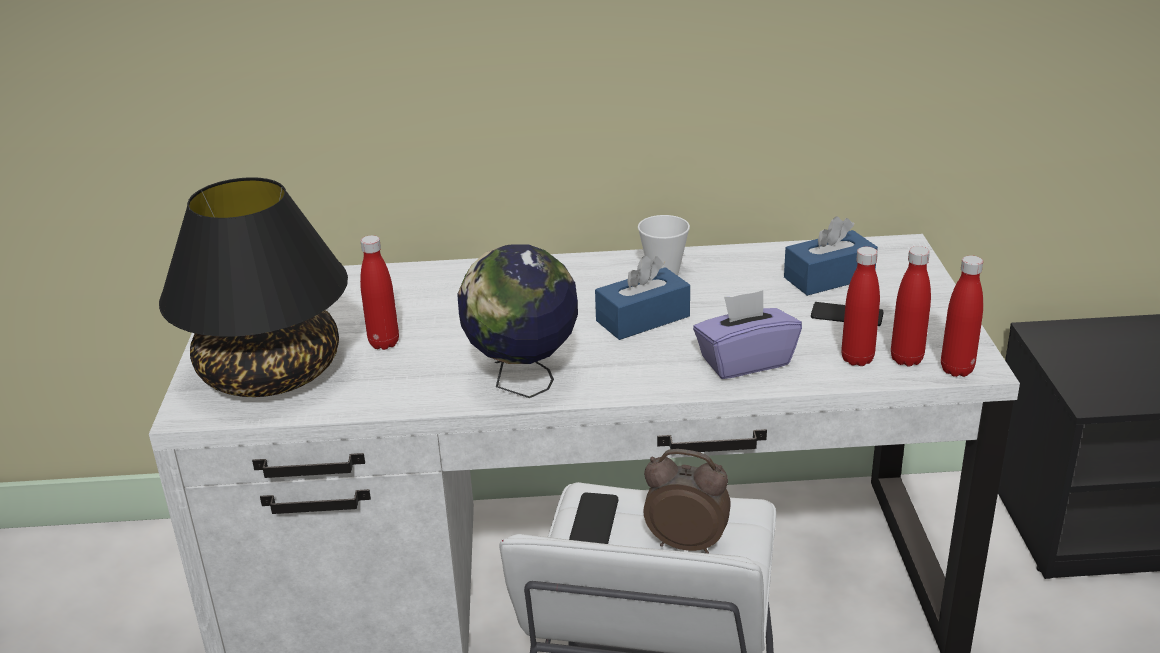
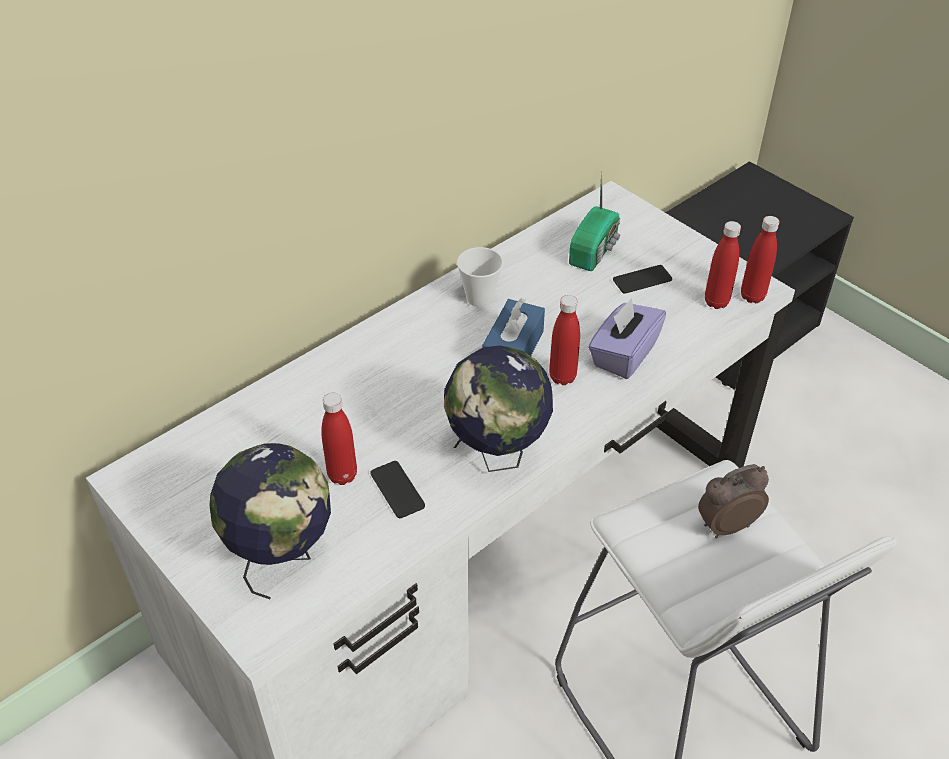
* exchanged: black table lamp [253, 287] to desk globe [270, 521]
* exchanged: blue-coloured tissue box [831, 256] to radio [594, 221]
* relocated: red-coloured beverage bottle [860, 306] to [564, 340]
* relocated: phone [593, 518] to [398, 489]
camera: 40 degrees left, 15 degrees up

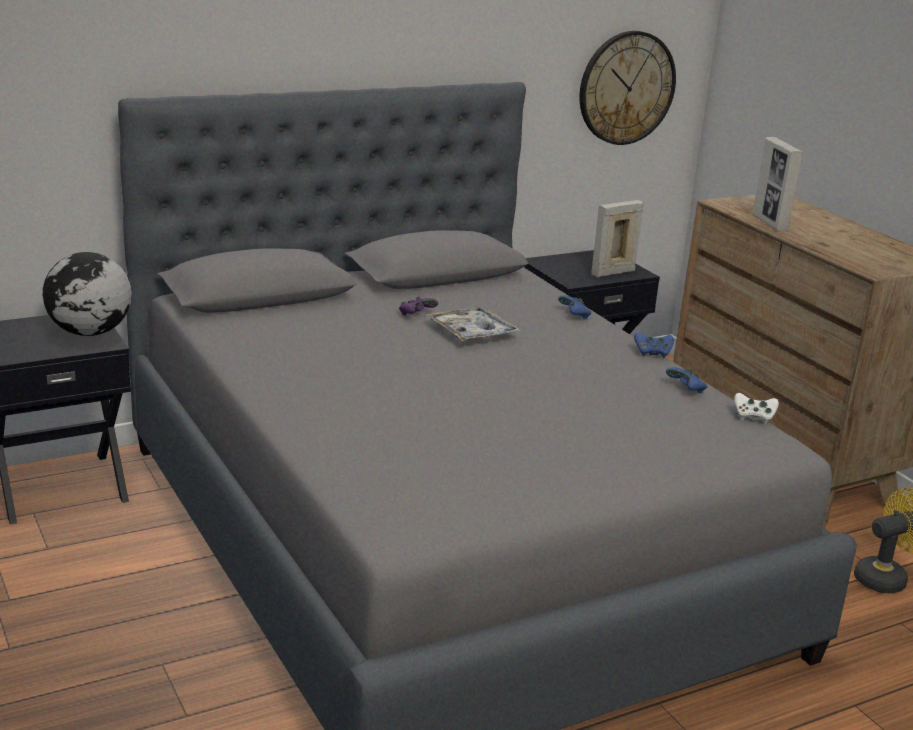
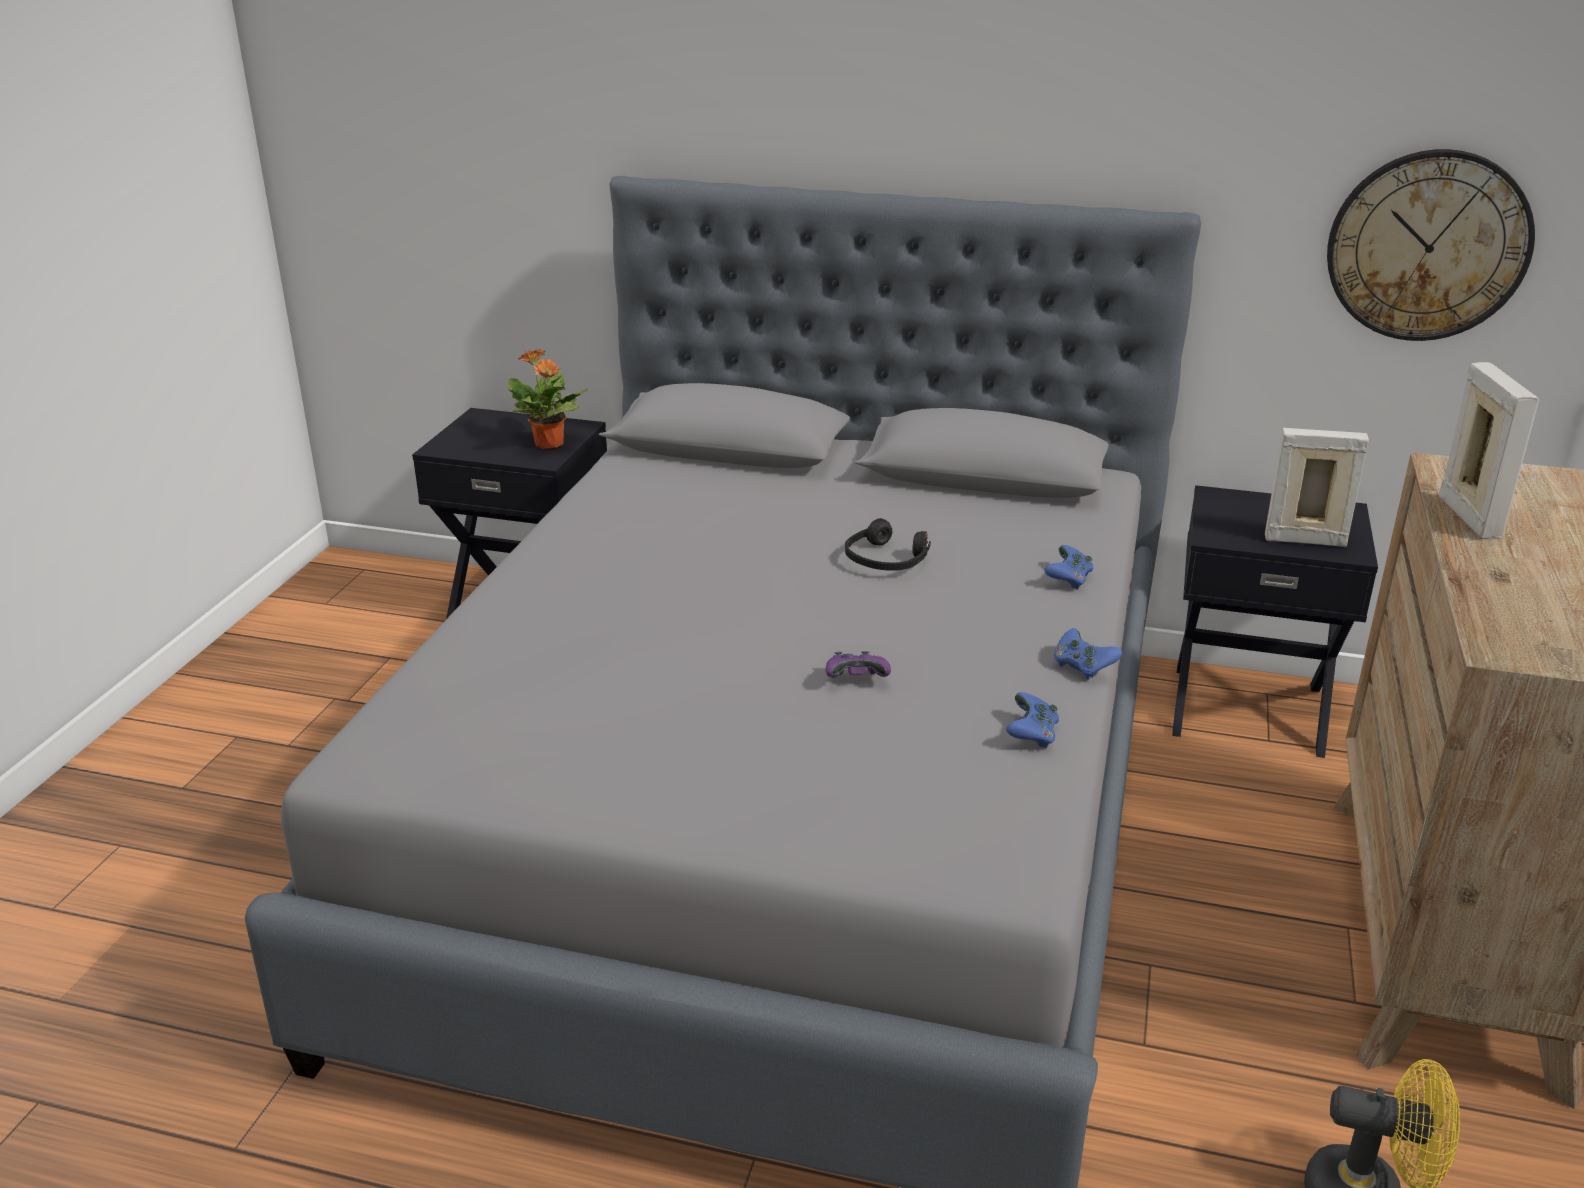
* spun: photo frame [778, 184] = [1489, 450] 150 degrees clockwise
* exchanged: desk globe [87, 294] to houseplant [548, 399]
* relocated: purple joypad [418, 306] to [858, 664]
* exchanged: tray [473, 324] to black headphones [888, 544]
* missing: white-coloured joypad [756, 408]
camera: 45 degrees right, 5 degrees up

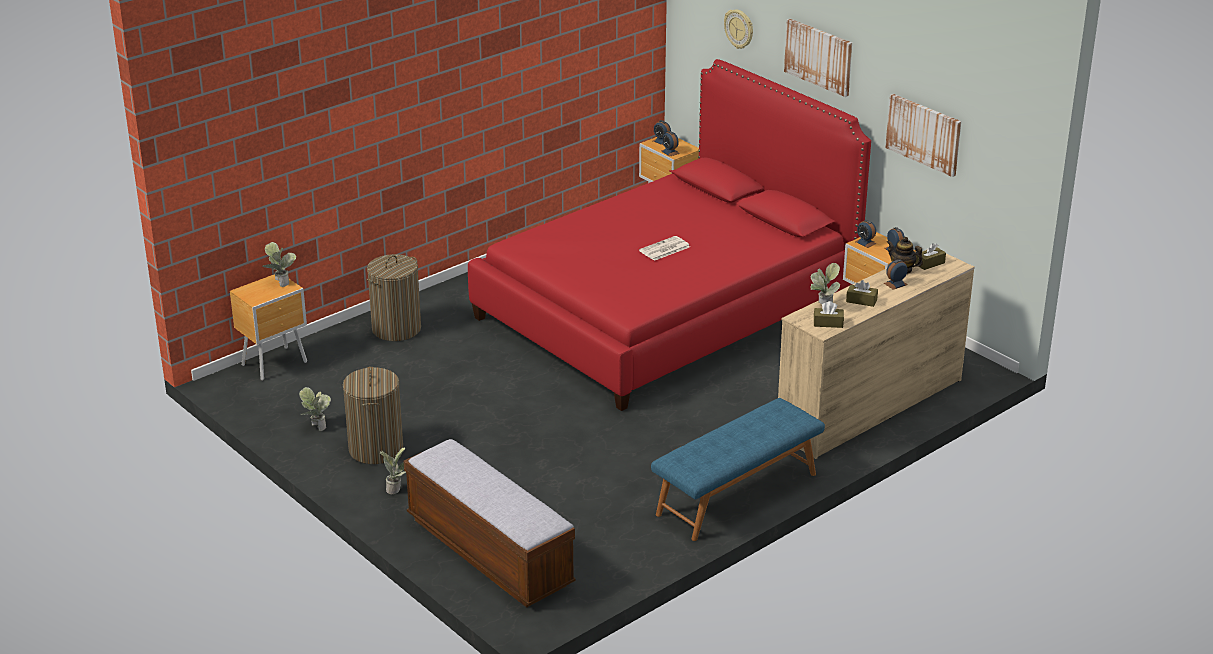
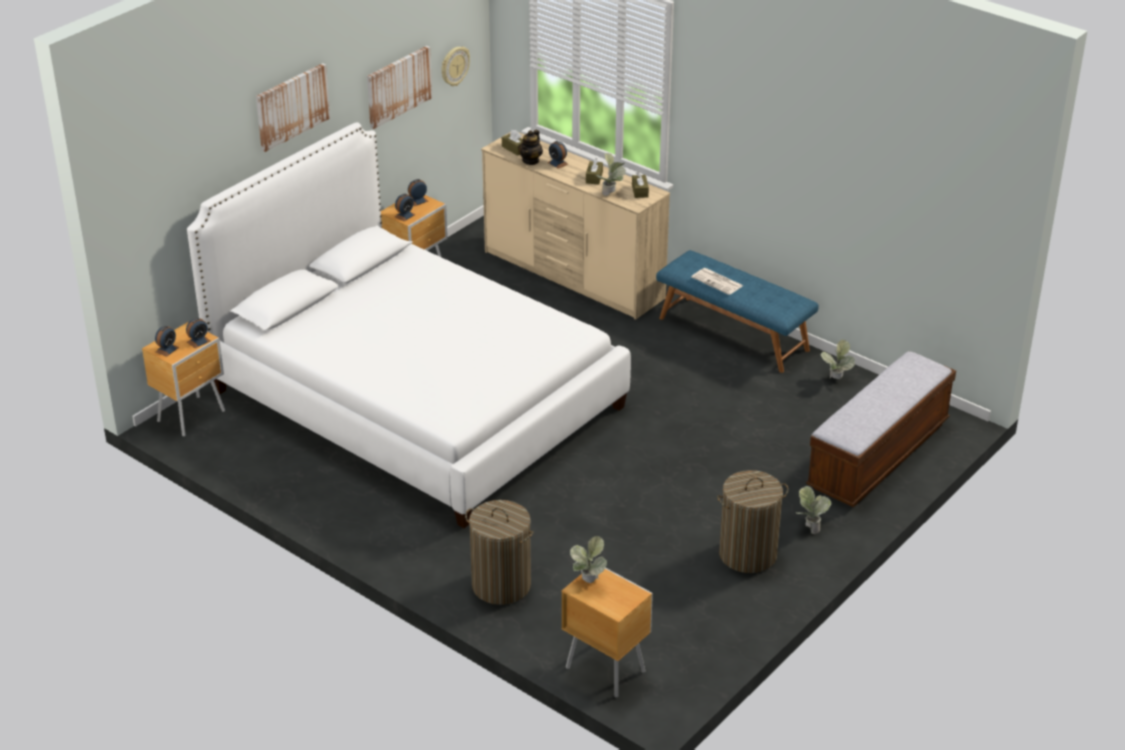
* relocated: hanging clock [738, 29] to [455, 66]
* colour: red-coloured bed [669, 235] to white-coloured bed [409, 325]
* relocated: printed paper [664, 248] to [717, 281]
* relocated: houseplant [315, 409] to [837, 359]
camera: 100 degrees left, 5 degrees up

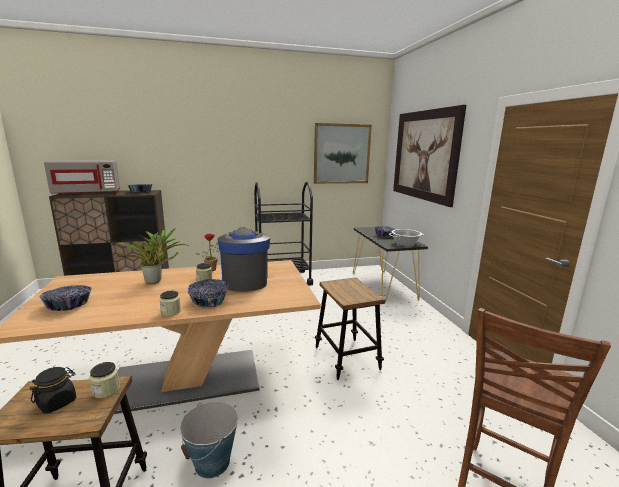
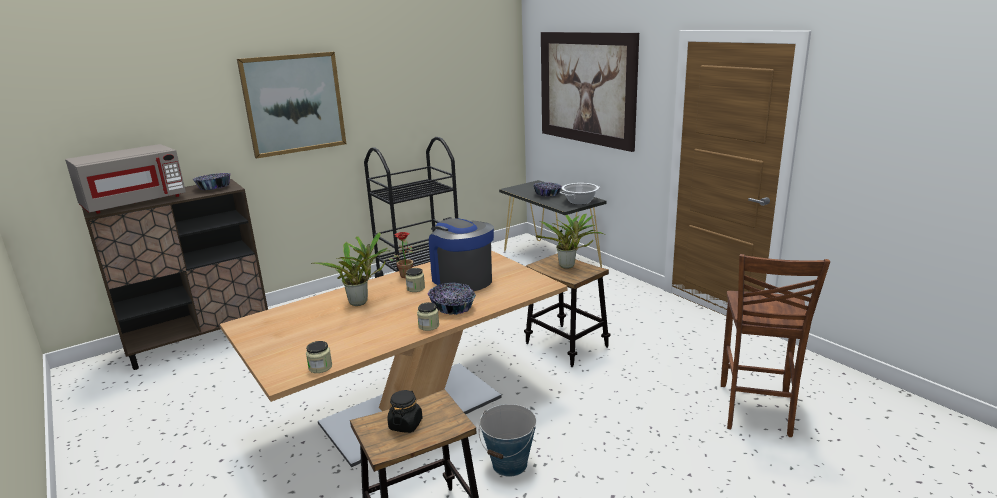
* relocated: wall picture [343, 153] to [291, 105]
* missing: serving bowl [65, 298]
* relocated: jar [104, 380] to [319, 357]
* appeared: houseplant [570, 241]
camera: 20 degrees left, 5 degrees up

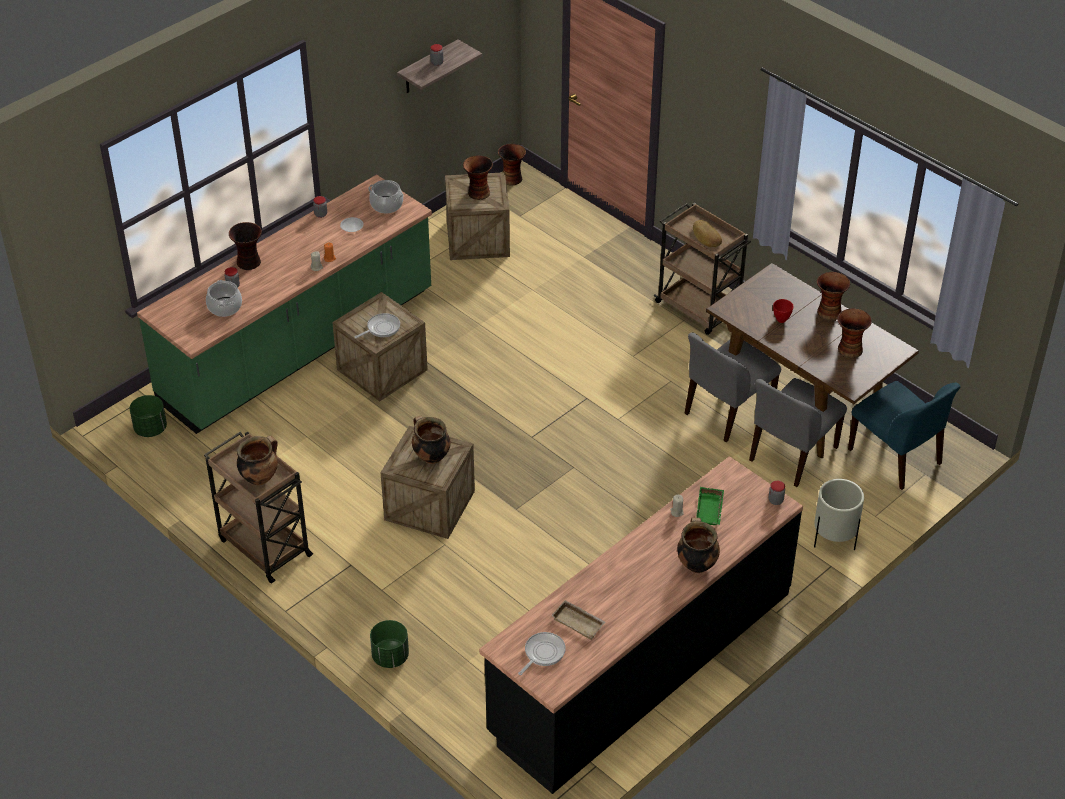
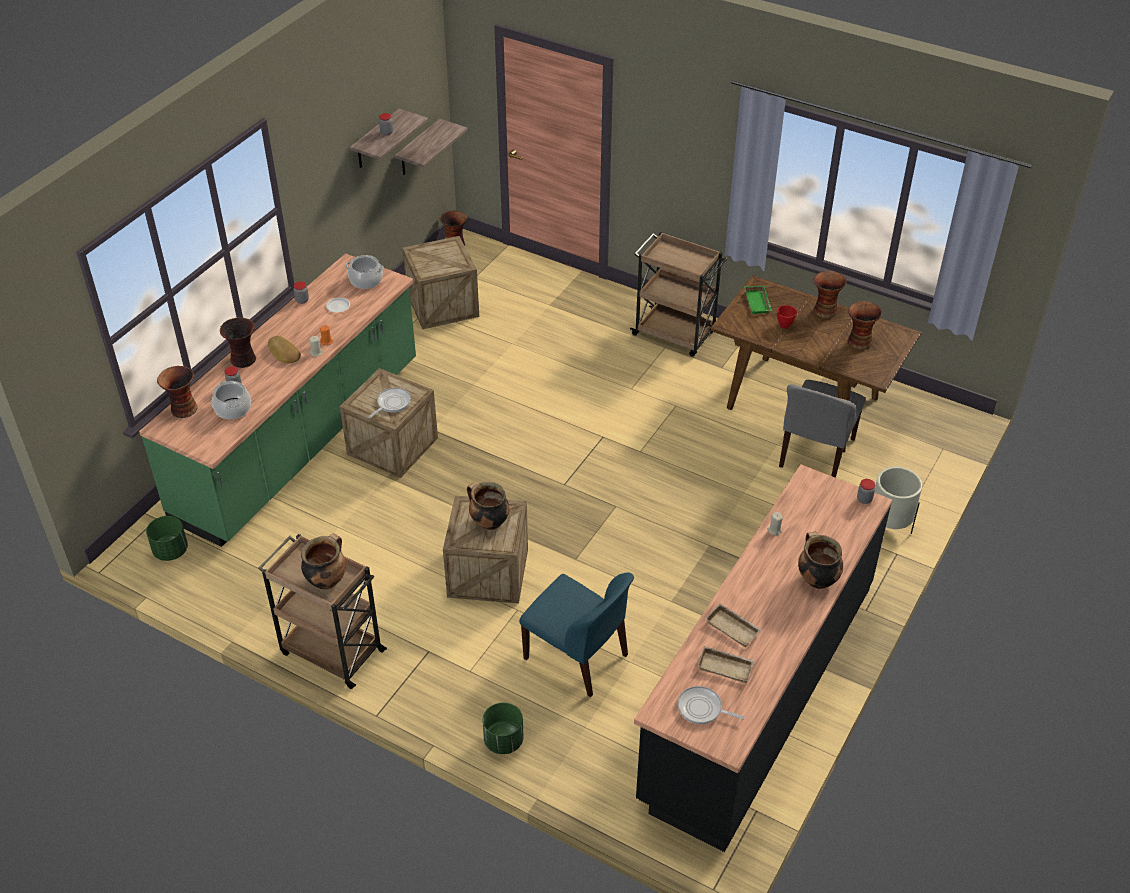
* relocated: vase [478, 177] to [177, 392]
* relocated: bread [707, 233] to [284, 350]
* missing: greyish plain chair [733, 387]
* relocated: blue-coloured plain chair [904, 435] to [576, 635]
* relocated: green tray [710, 506] to [758, 300]
* spun: pan [542, 653] = [711, 705] 90 degrees counterclockwise
* appeared: shelf [431, 147]
* appeared: beige-coloured tray [733, 625]
camera: 15 degrees left, 0 degrees up

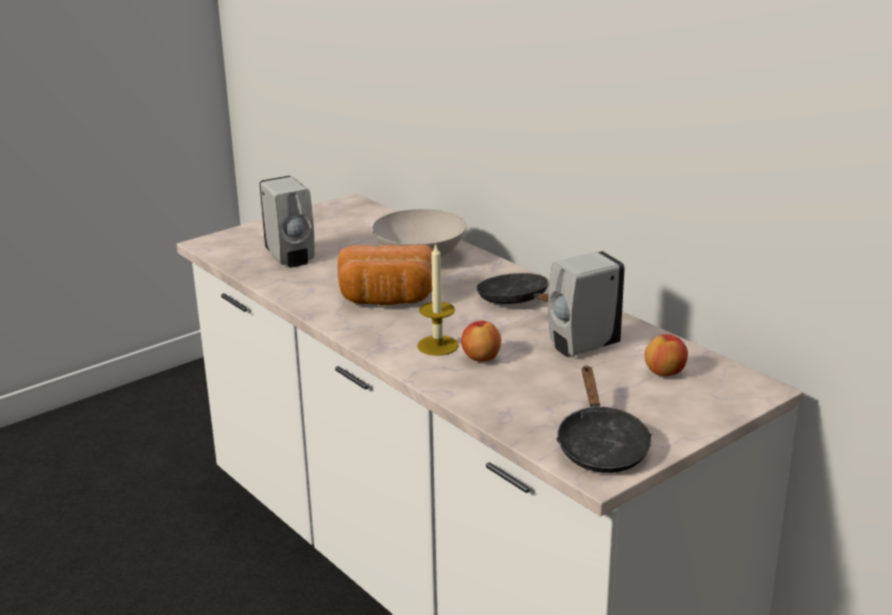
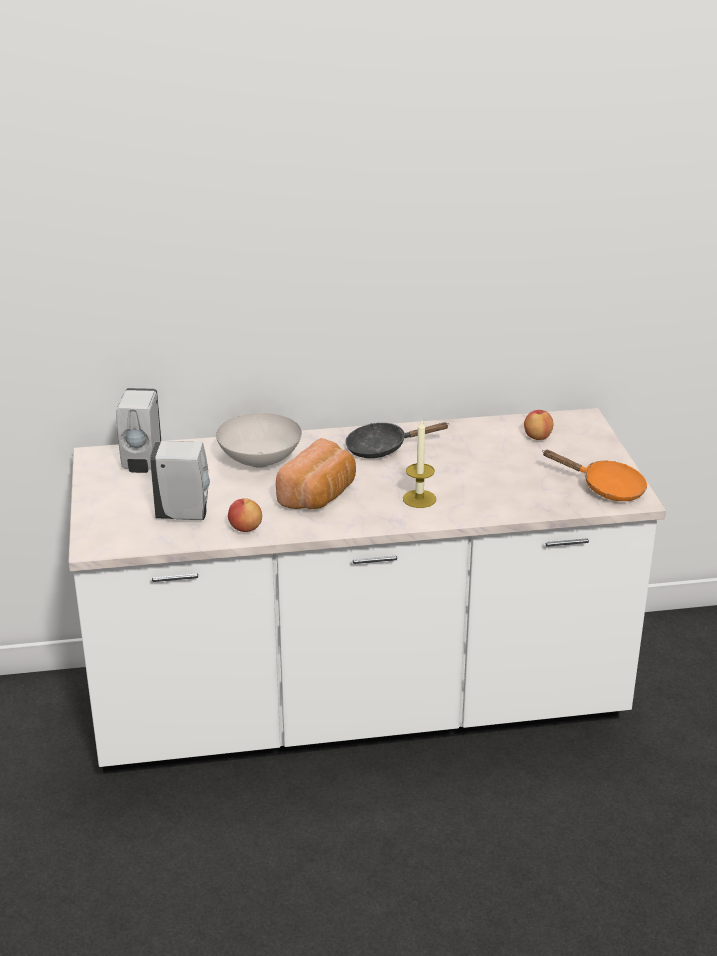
* relocated: white-coloured liquid soap bottle [586, 304] to [138, 430]
* relocated: whole apple [481, 340] to [245, 515]
* colour: black pan [604, 419] to orangey pan [594, 475]
camera: 60 degrees left, 5 degrees up

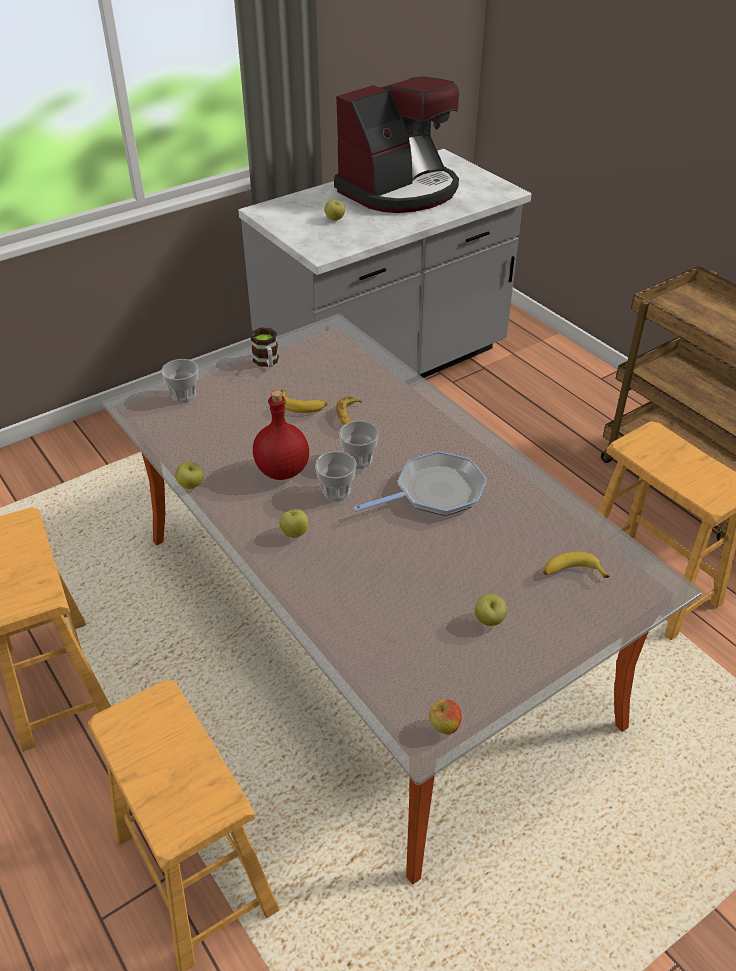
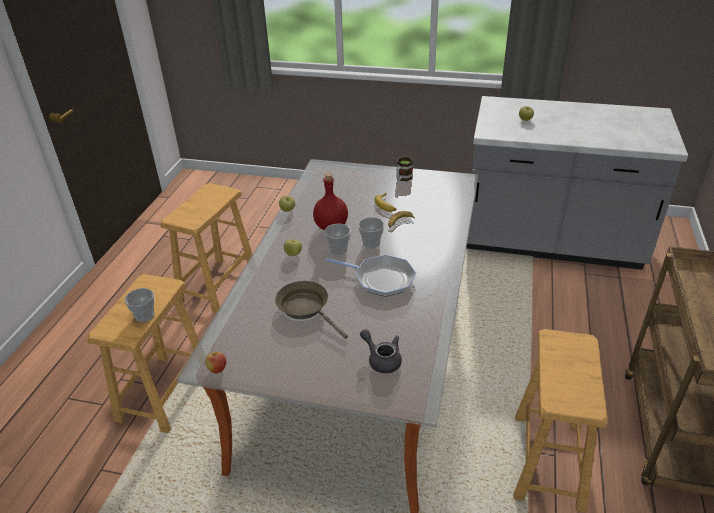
* missing: coffee maker [396, 144]
* relocated: drinking cup [179, 381] to [139, 305]
* exchanged: banana [576, 565] to greyish tea pot [381, 351]
* missing: whole apple [491, 610]
* appeared: brown-coloured pan [311, 310]
camera: 50 degrees right, 5 degrees down

